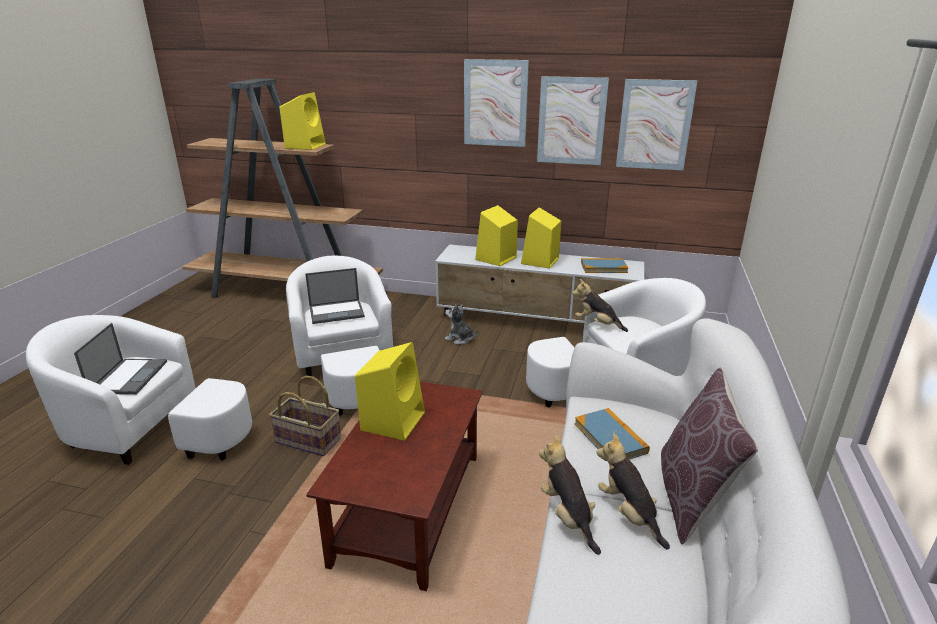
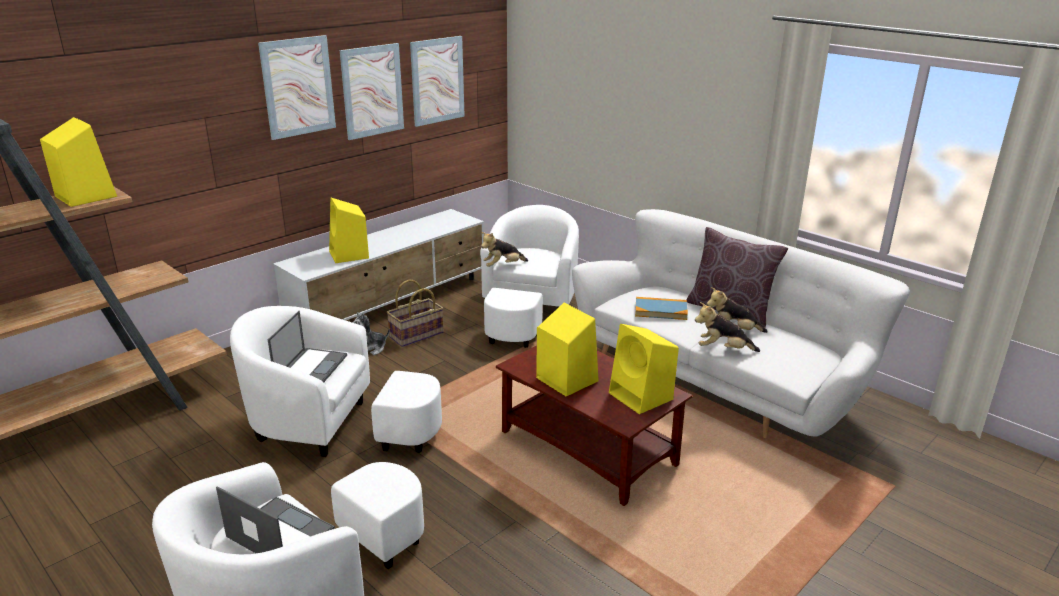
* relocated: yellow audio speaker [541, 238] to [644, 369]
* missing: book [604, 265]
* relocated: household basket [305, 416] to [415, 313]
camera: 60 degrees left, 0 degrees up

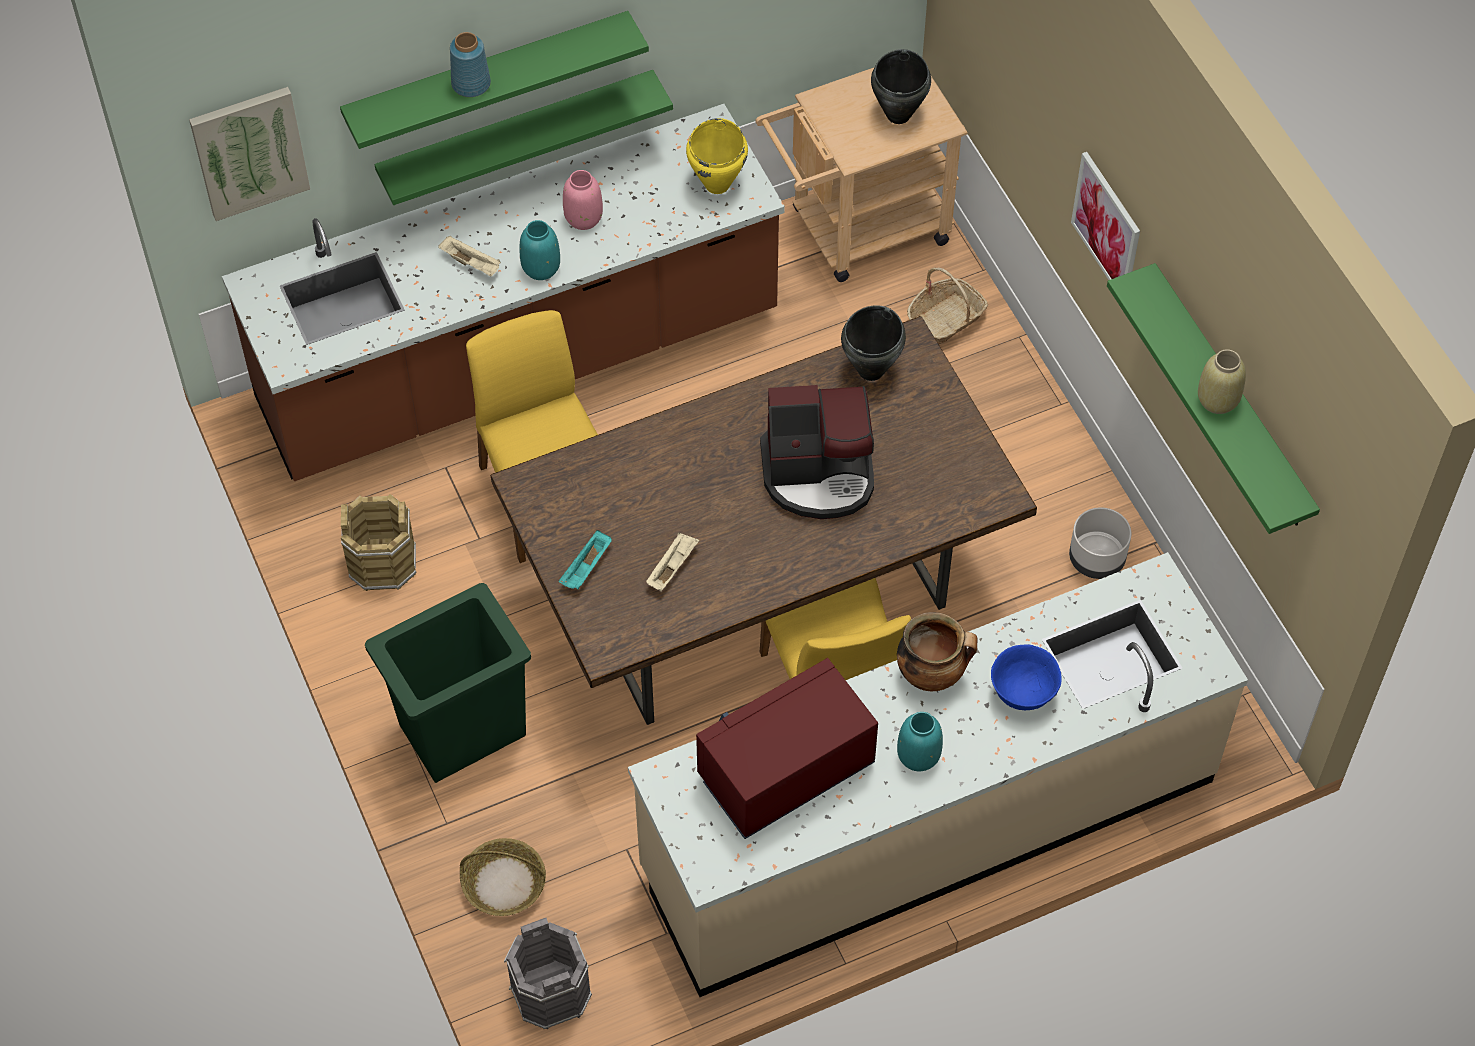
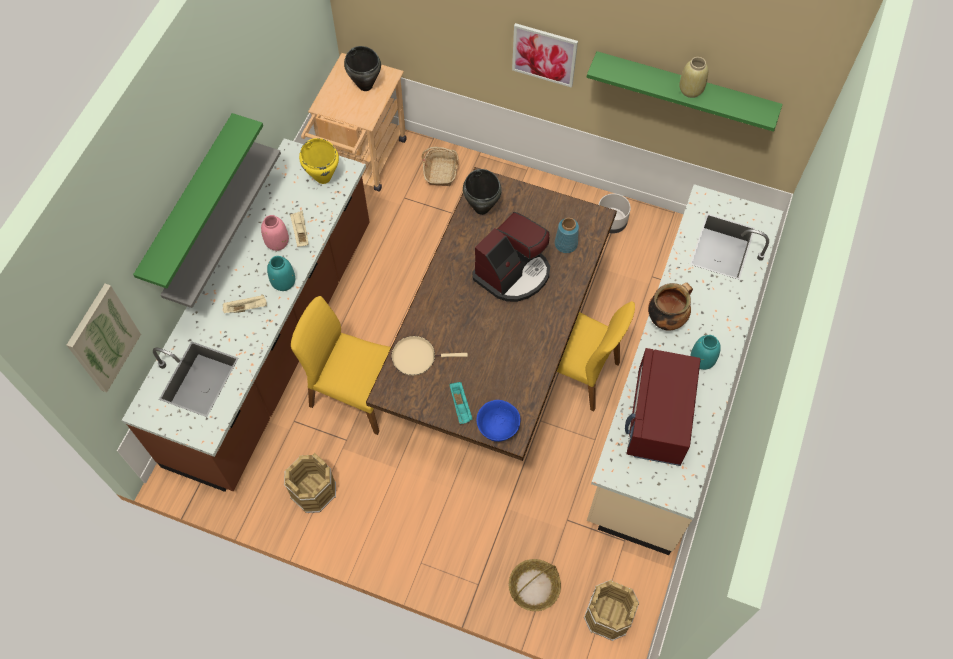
* relocated: blue-coloured vase [470, 64] to [567, 235]
* colour: green shelf [523, 137] to greyish shelf [220, 225]
* relocated: beige-coloured tray [672, 562] to [299, 229]
* missing: green waste bin [448, 683]
* relocated: blue-coloured serving bowl [1026, 677] to [499, 421]
* colour: greyish pail [548, 973] to brown-coloured pail [611, 610]
* appeared: beige-coloured pan [429, 356]
camera: 45 degrees left, 5 degrees up

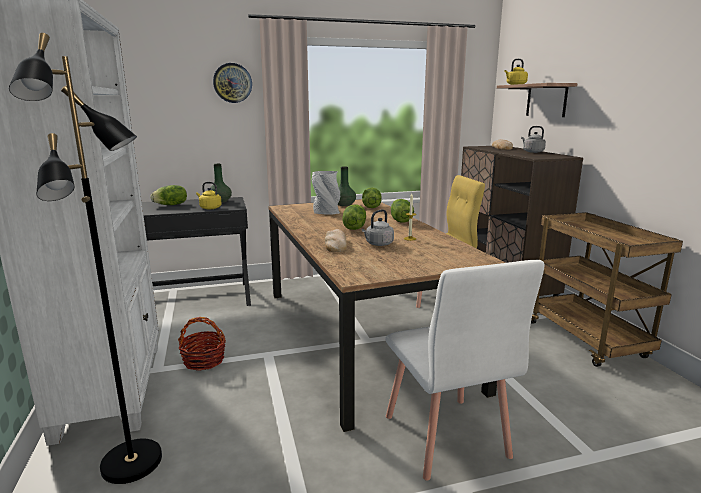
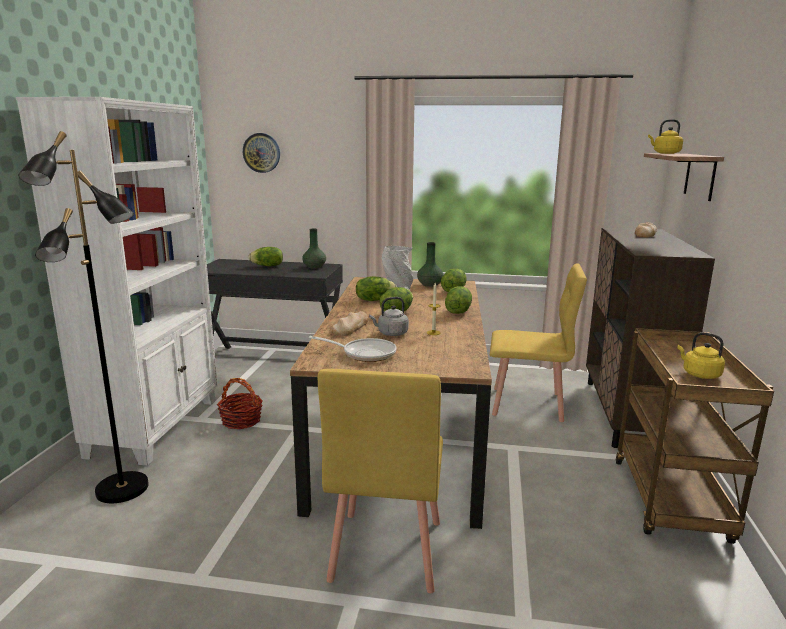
* relocated: hanging clock [232, 83] to [261, 153]
* missing: greyish kettle [533, 139]
* relocated: yellow kettle [209, 195] to [701, 355]
* colour: white-coloured plain chair [464, 370] to yellow plain chair [380, 481]
* appeared: lettuce head [376, 288]
* appeared: pan [353, 349]
camera: 25 degrees right, 0 degrees up

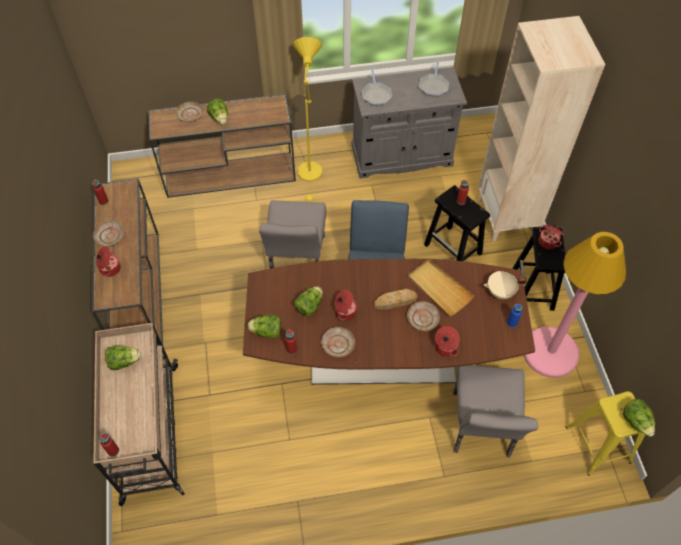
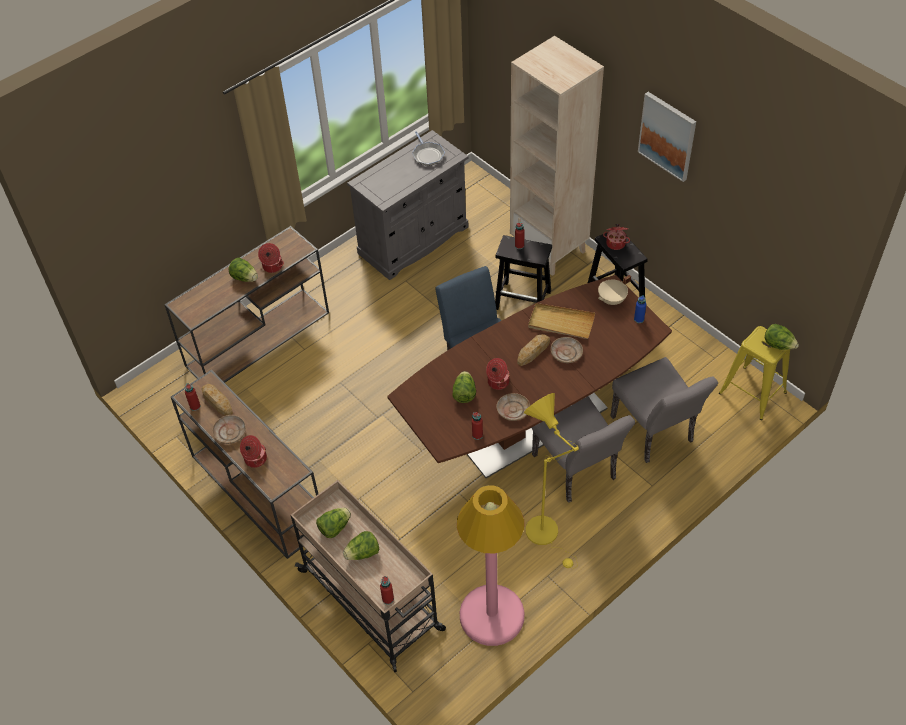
* relocated: yellow standing lamp [307, 119] to [551, 481]
* missing: pan [377, 88]
* missing: beige-coloured flat dish [189, 112]
* relocated: greyish plain chair [292, 234] to [583, 449]
* relocated: pink standing lamp [574, 305] to [491, 565]
* relocated: lettuce head [264, 326] to [361, 545]
* relocated: saucepot [447, 341] to [271, 258]
* appeared: wall picture [667, 137]
* appeared: bread [217, 399]
camera: 30 degrees left, 5 degrees down

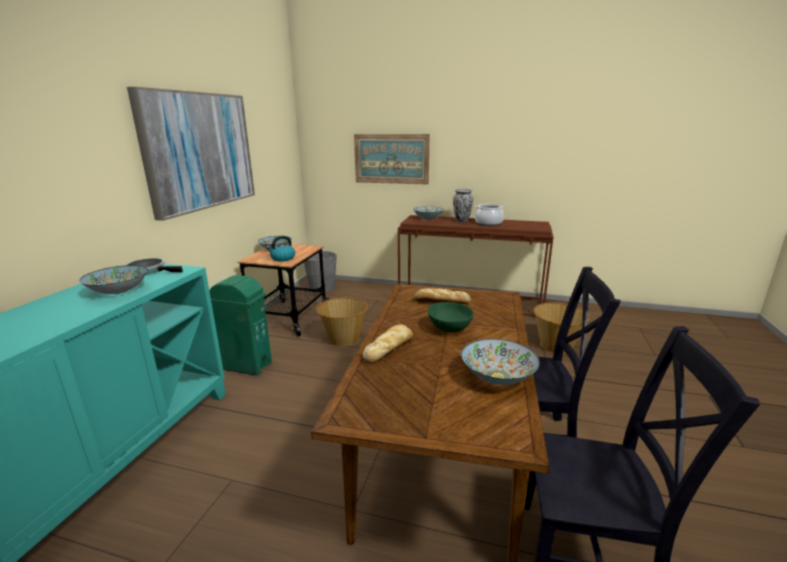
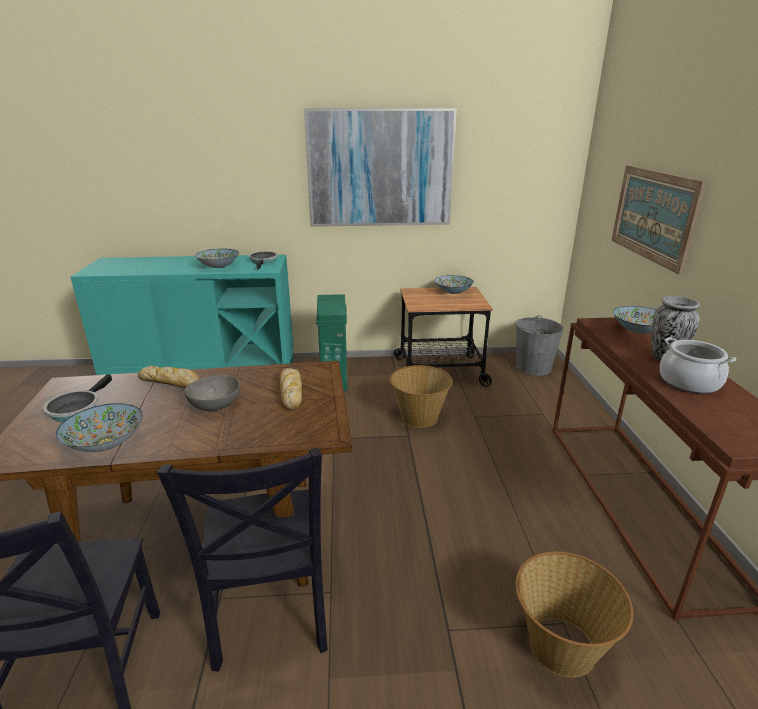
* missing: kettle [280, 248]
* colour: green serving bowl [451, 317] to greyish serving bowl [212, 393]
* appeared: pan [77, 398]
camera: 70 degrees right, 5 degrees up

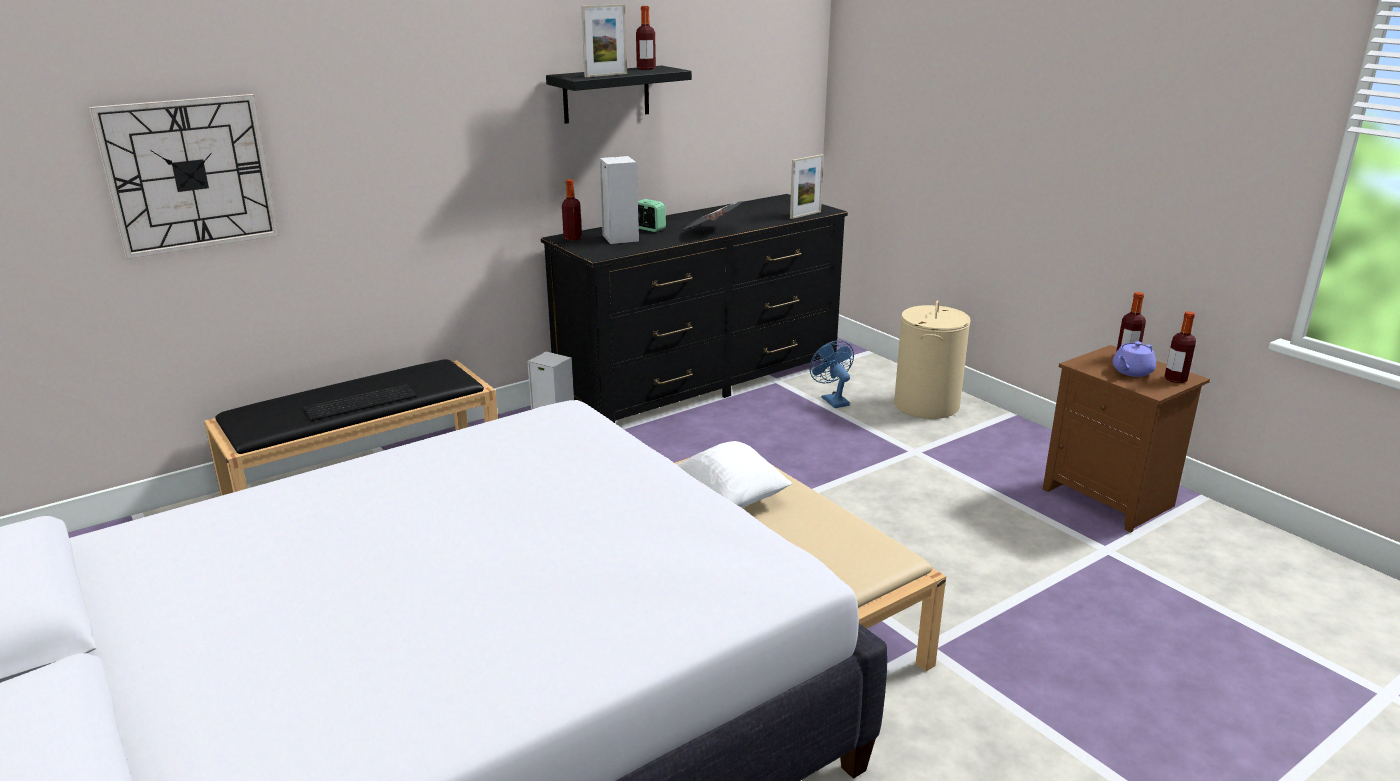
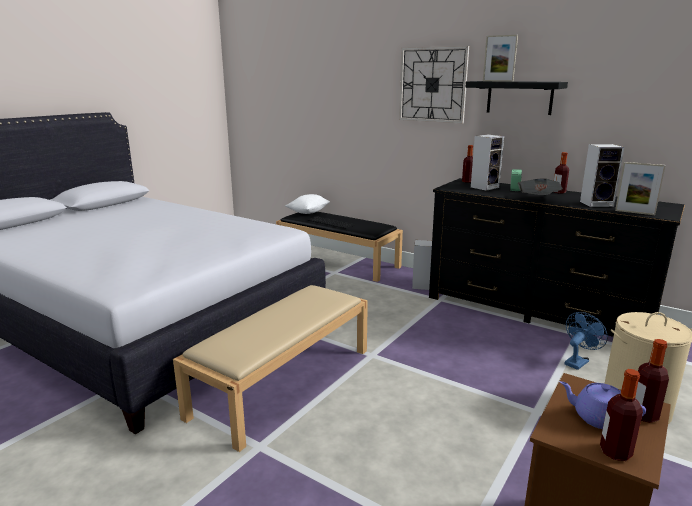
* relocated: beverage bottle [646, 38] to [561, 173]
* relocated: hanging clock [184, 176] to [434, 84]
* relocated: white-coloured throw pillow [734, 474] to [307, 204]
* appeared: audio speaker [602, 175]
camera: 70 degrees right, 5 degrees down

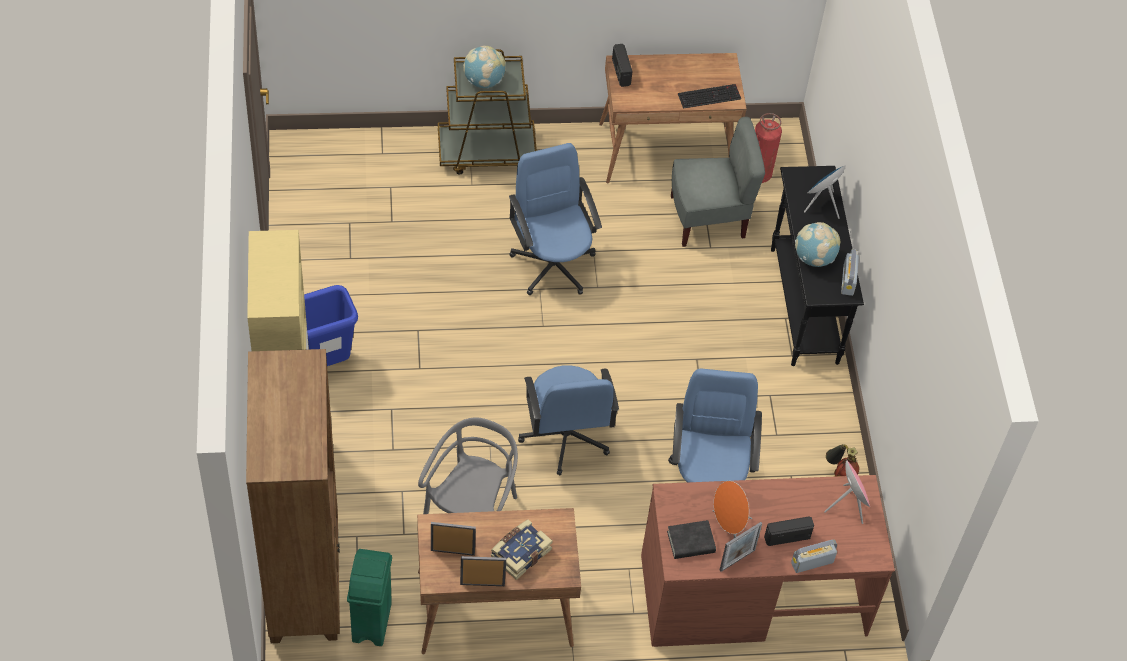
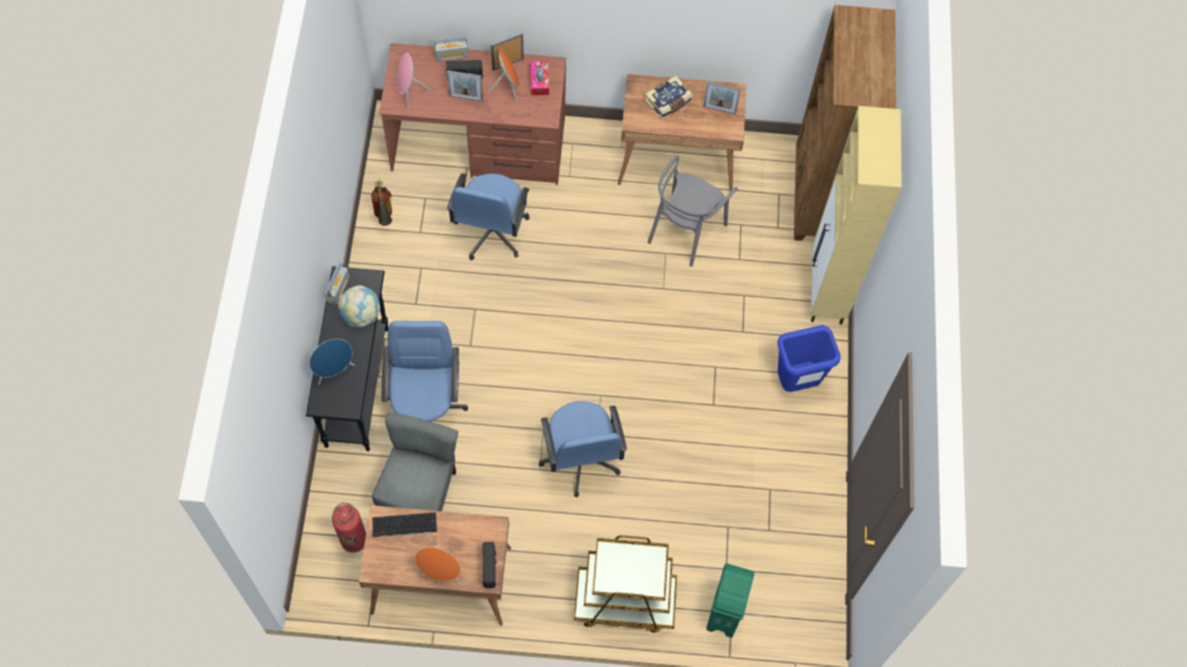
* missing: desk globe [484, 67]
* spun: greyish plain chair [718, 182] = [415, 461] 105 degrees clockwise
* relocated: blue-coloured desk chair [568, 420] to [425, 371]
* exchanged: black book [691, 539] to tissue box [540, 78]
* relocated: green waste bin [369, 597] to [730, 600]
* relocated: photo frame [483, 571] to [465, 86]
* appeared: orangey audio speaker [438, 565]
camera: 170 degrees left, 10 degrees up

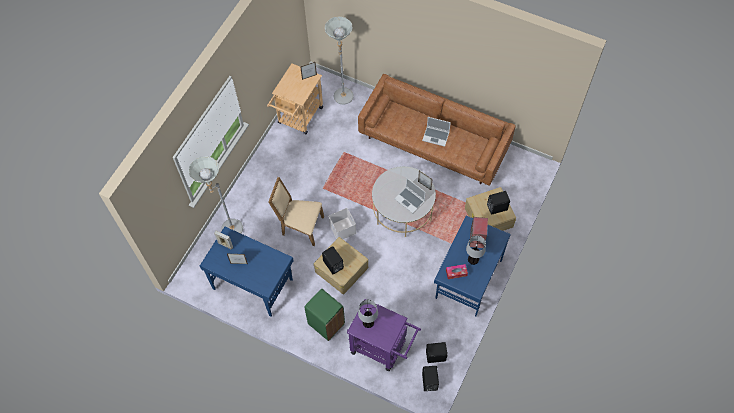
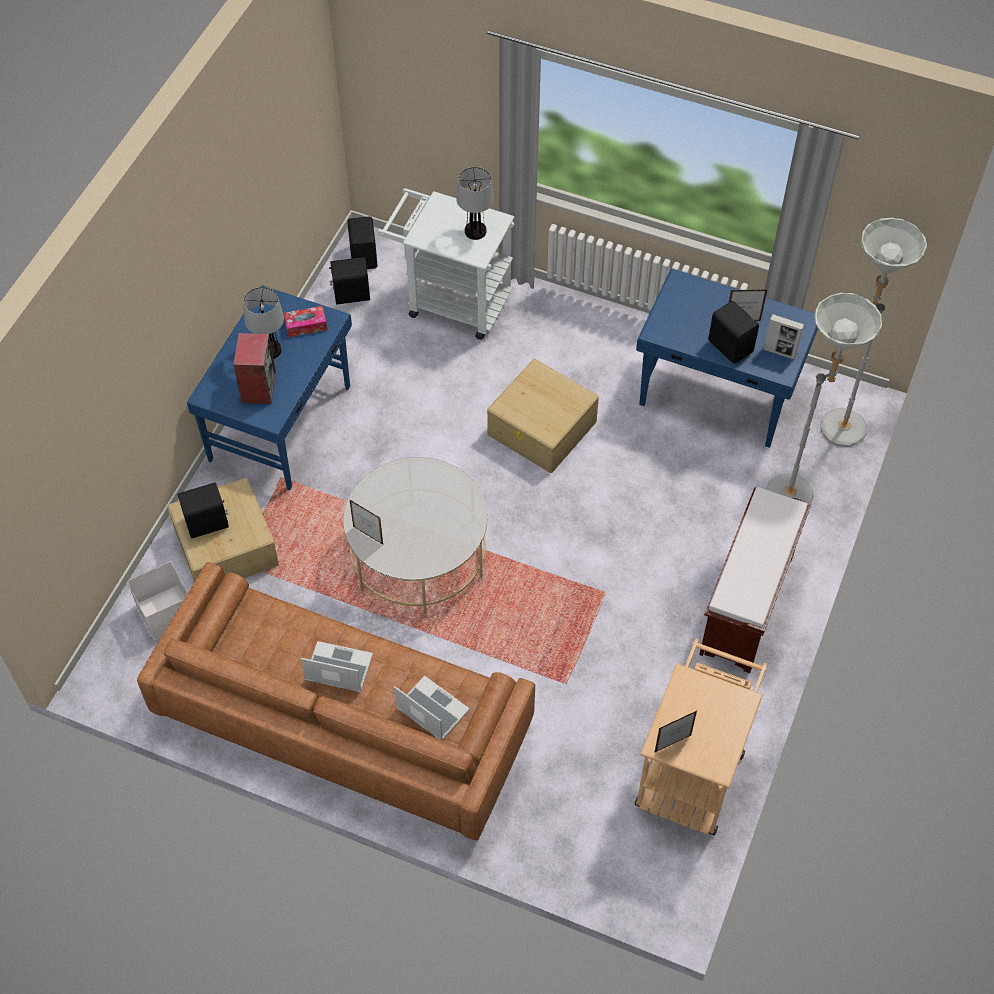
* relocated: greyish standing lamp [339, 60] to [873, 332]
* missing: beige-coloured plain chair [296, 211]
* relocated: notebook computer [410, 195] to [432, 707]
* relocated: white-coloured storage container [343, 224] to [157, 600]
* relocated: black audio speaker [333, 260] to [733, 332]
* missing: green waste bin [324, 315]
* colour: purple cart [384, 335] to white-coloured cart [445, 264]
* appeared: brown-coloured bench [755, 580]
camera: 175 degrees right, 5 degrees down

